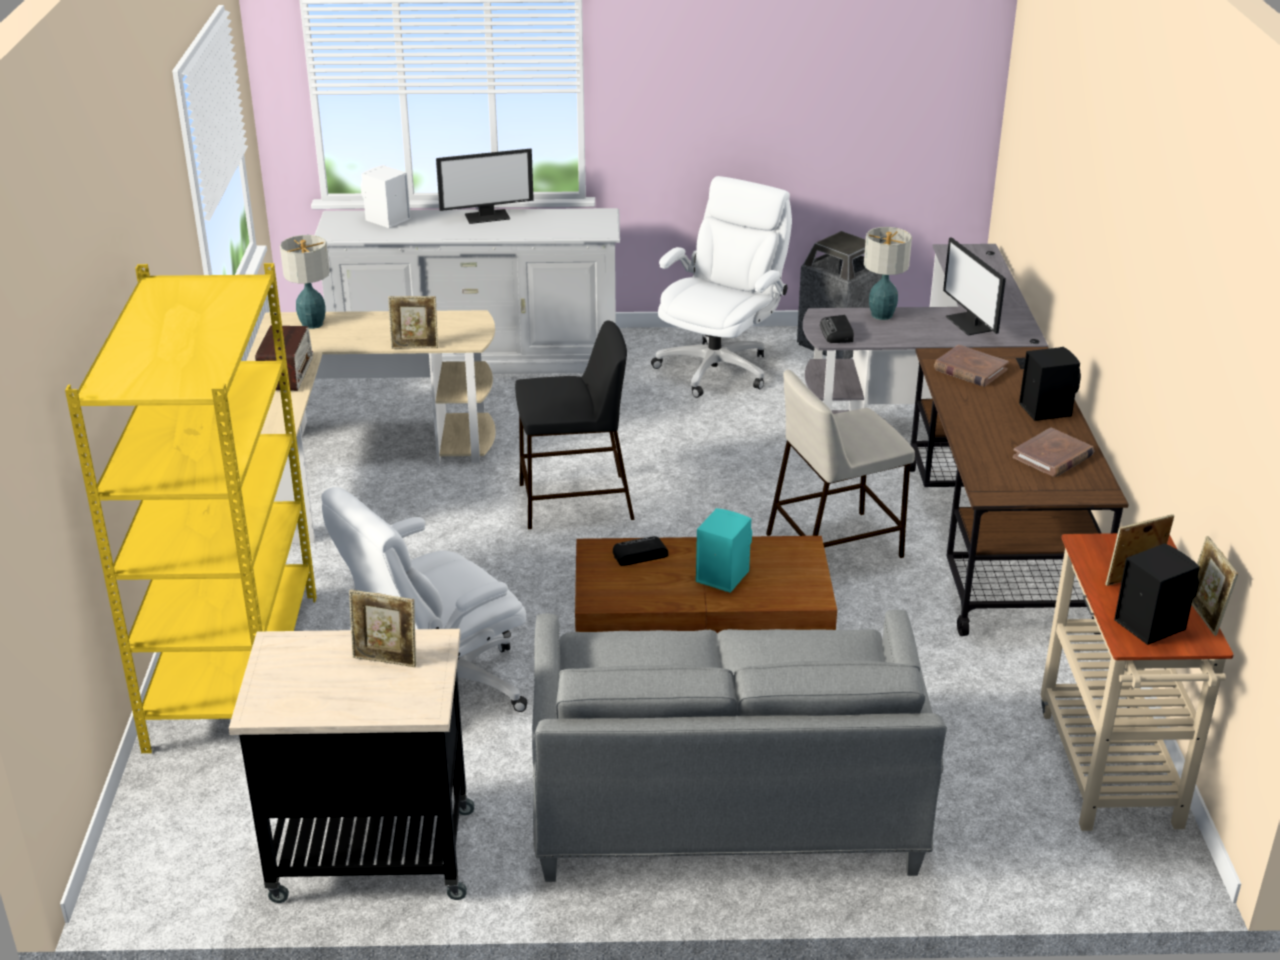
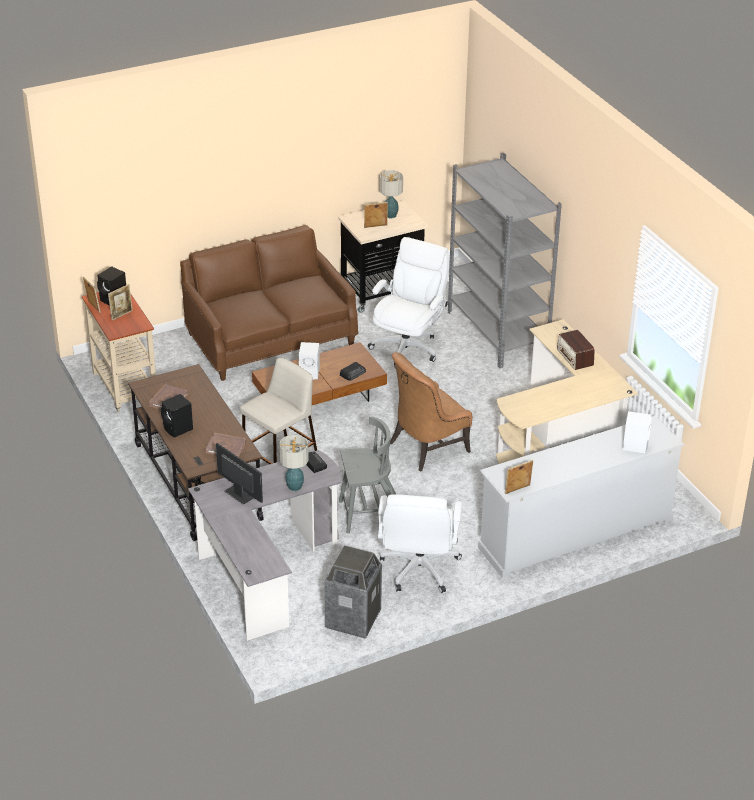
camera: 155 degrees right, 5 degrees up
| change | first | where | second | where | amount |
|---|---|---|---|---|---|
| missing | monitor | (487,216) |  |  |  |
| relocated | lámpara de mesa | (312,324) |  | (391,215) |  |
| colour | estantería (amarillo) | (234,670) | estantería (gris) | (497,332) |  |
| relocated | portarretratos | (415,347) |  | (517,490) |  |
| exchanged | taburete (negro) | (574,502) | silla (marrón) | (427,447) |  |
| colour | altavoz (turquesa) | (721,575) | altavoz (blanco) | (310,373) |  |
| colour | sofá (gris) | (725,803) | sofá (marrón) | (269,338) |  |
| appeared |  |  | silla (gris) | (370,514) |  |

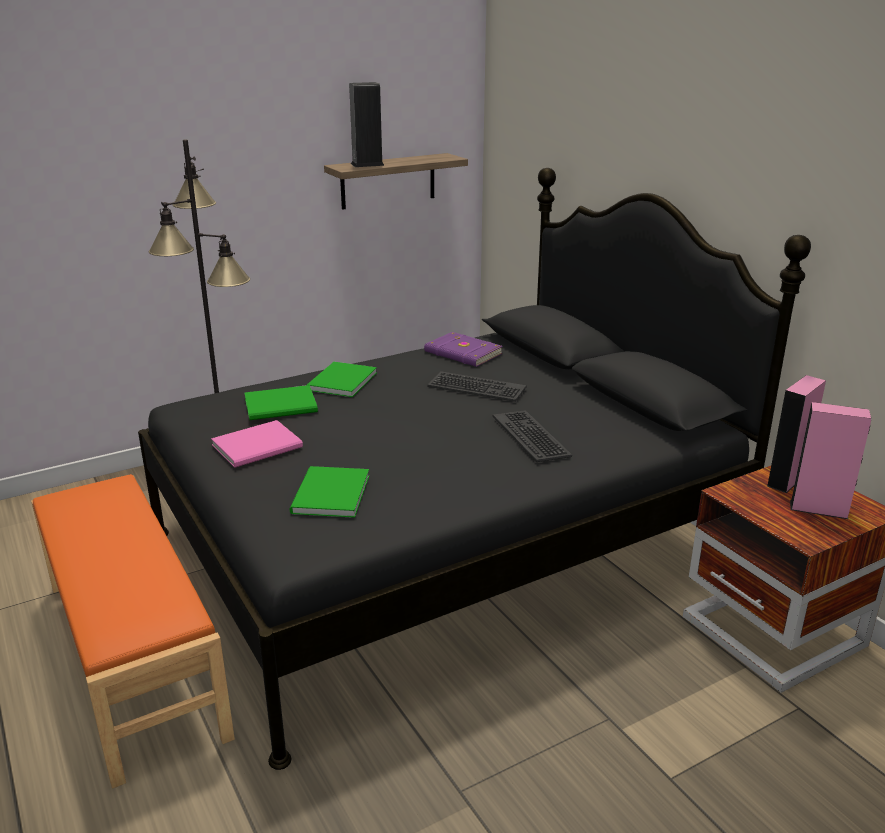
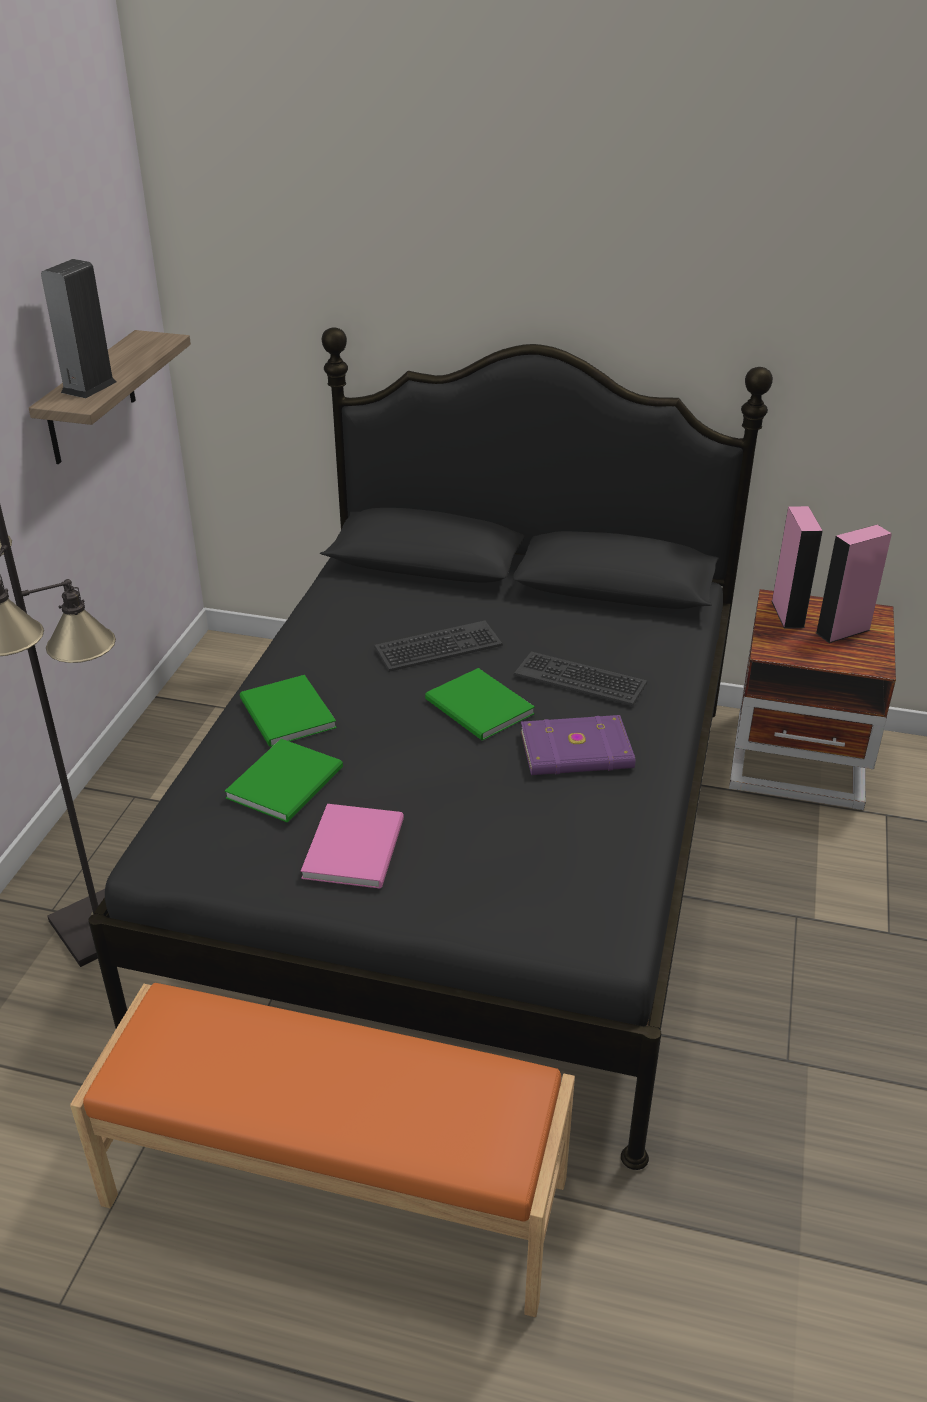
camera: 45 degrees left, 10 degrees up
| change | first | where | second | where | amount |
|---|---|---|---|---|---|
| relocated | libro (morado) | (462,353) |  | (577,752) |  |
| relocated | libro (verde) | (328,495) |  | (479,709) |  |

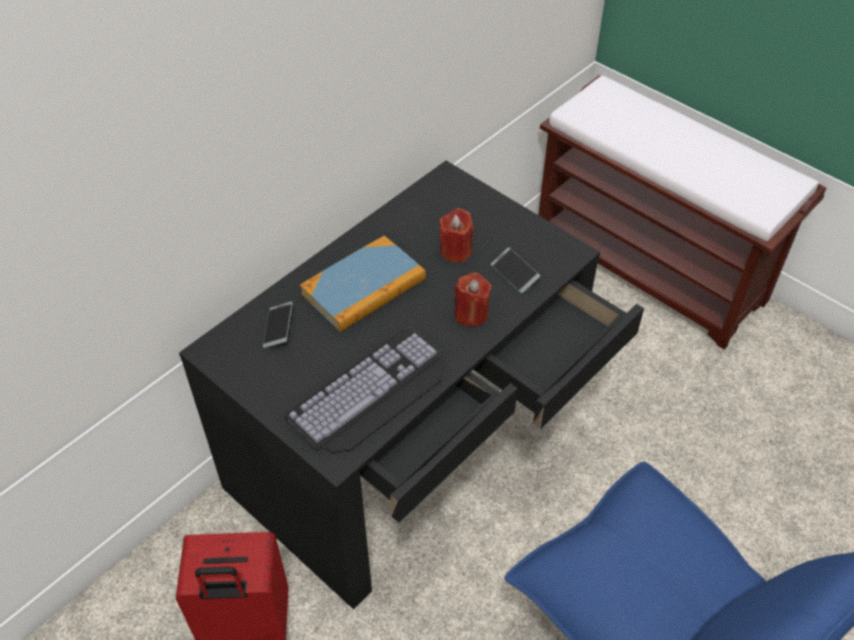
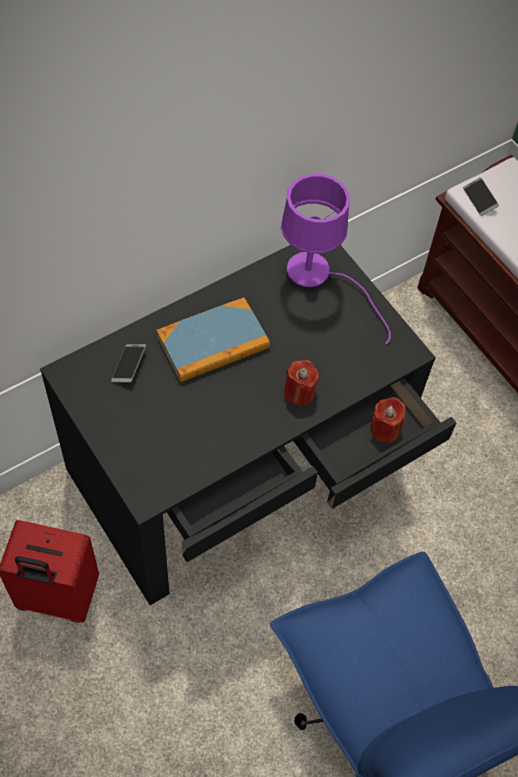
camera: 10 degrees right, 10 degrees up
| change | first | where | second | where | amount |
|---|---|---|---|---|---|
| relocated | vela (rojo) | (455,250) |  | (385,429) |  |
| relocated | móvil | (514,274) |  | (479,199) |  |
| missing | teclado | (372,394) |  |  |  |
| appeared |  |  | lámpara de mesa (morado) | (319,279) |  |

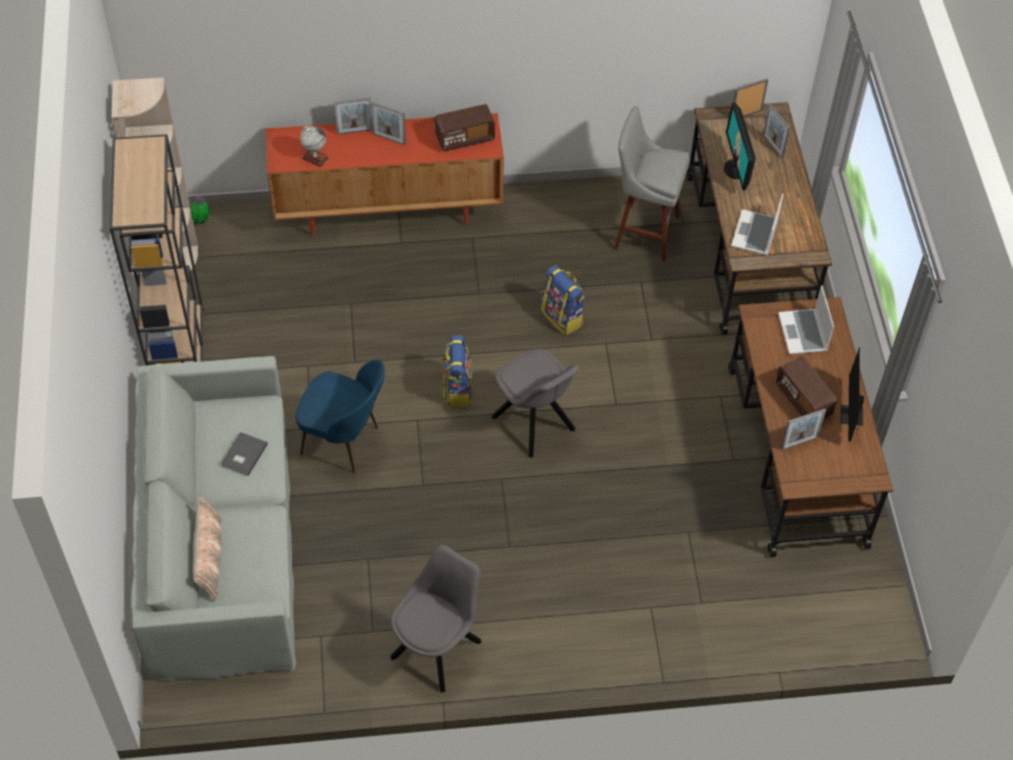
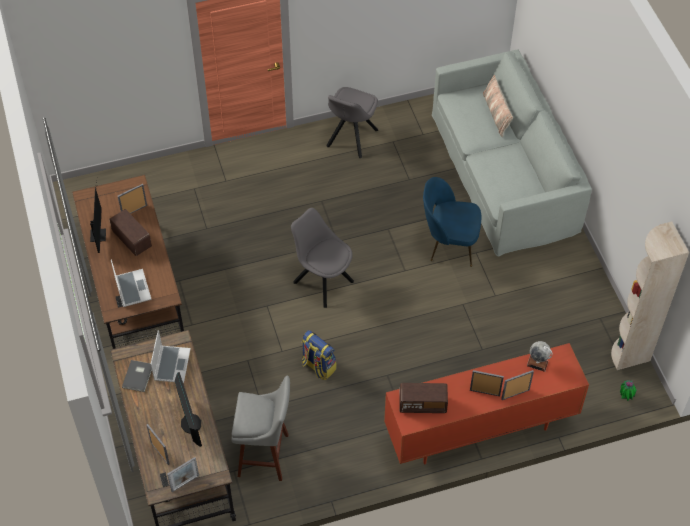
camera: 170 degrees right, 0 degrees up
| change | first | where | second | where | amount |
|---|---|---|---|---|---|
| spun | radio | (464,138) |  | (422,404) | 150 degrees counterclockwise |
| missing | estantería | (178,352) |  |  |  |
| missing | mochila | (456,389) |  |  |  |
| relocated | libro (gris) | (243,455) |  | (138,376) |  |

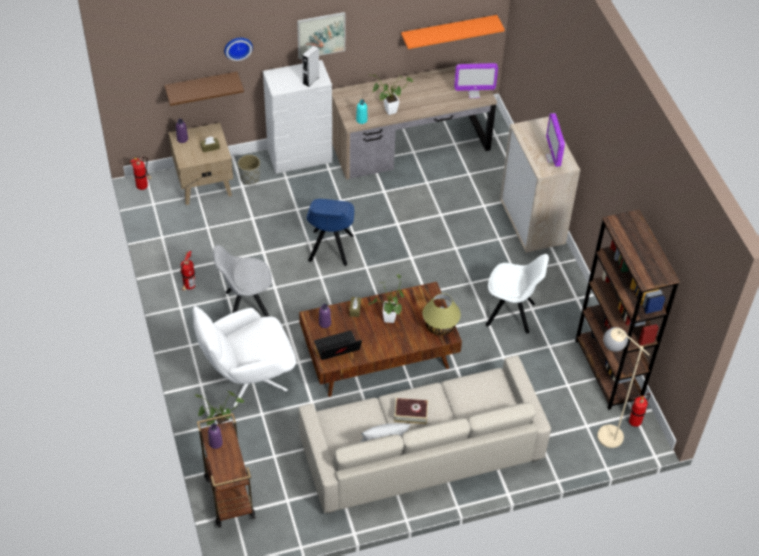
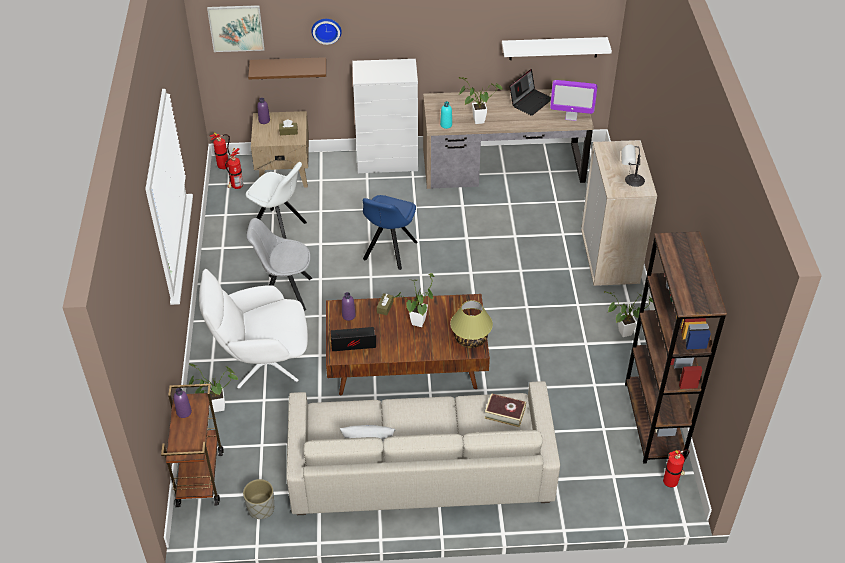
camera: 15 degrees right, 5 degrees down
| change | first | where | second | where | amount |
|---|---|---|---|---|---|
| relocated | cuadro | (321,35) |  | (236,28) |  |
| colour | estante (naranja) | (448,31) | estante (blanco) | (553,48) |  |
| missing | altavoz (gris) | (311,80) |  |  |  |
| exchanged | monitor | (553,158) | lámpara de mesa | (630,180) |  |
| relocated | maceta (gris) | (250,178) |  | (261,509) |  |
| relocated | extintor | (189,287) |  | (236,187) |  |
| relocated | silla (blanco) | (511,314) |  | (279,228) |  |
| missing | lámpara de pie (beis) | (603,430) |  |  |  |
| relocated | libro | (410,413) |  | (505,413) |  |
| appeared |  |  | portátil | (530,101) |  |
| appeared |  |  | planta en maceta | (622,333) |  |

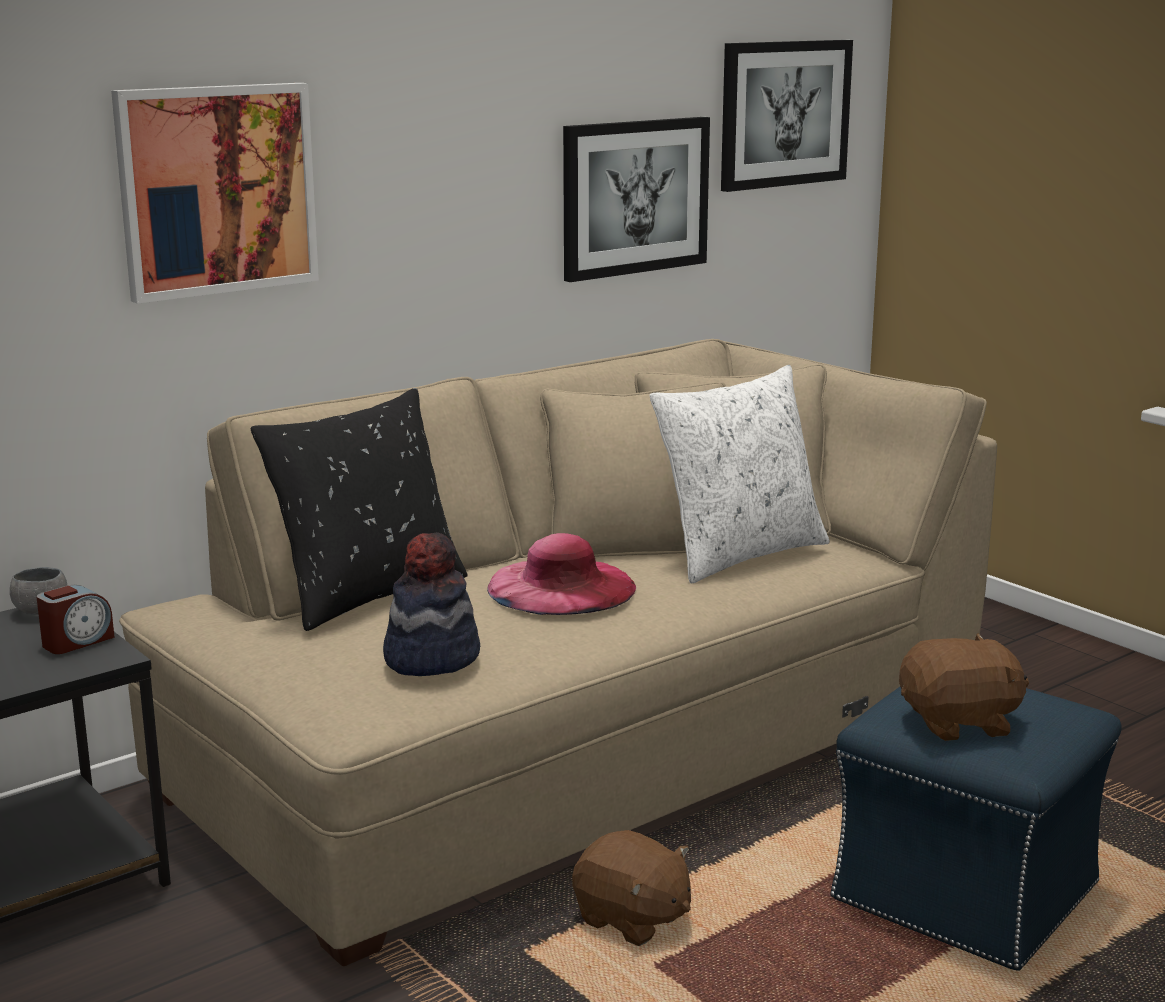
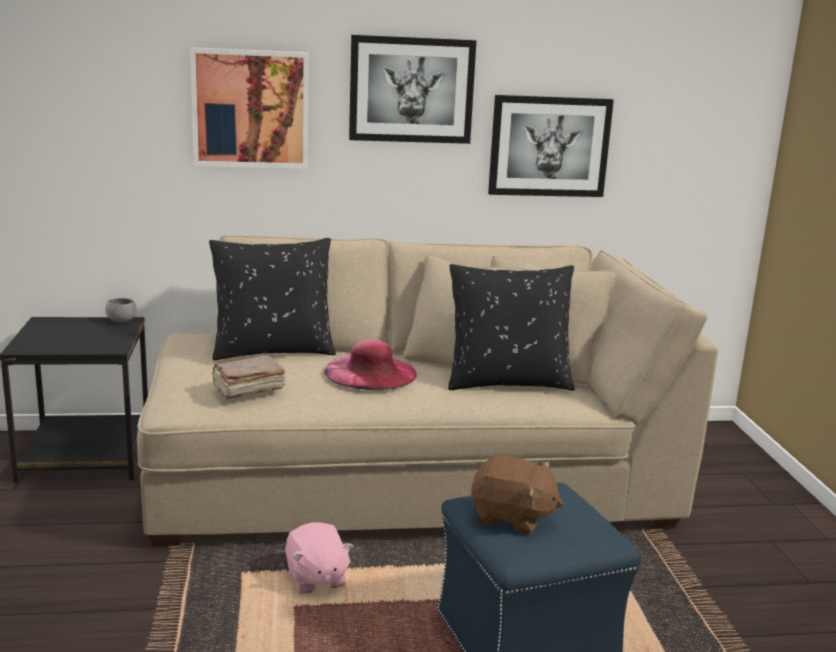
camera: 30 degrees right, 0 degrees up
| change | first | where | second | where | amount |
|---|---|---|---|---|---|
| relocated | cuadro | (784,113) |  | (411,90) |  |
| colour | cojín (blanco) | (739,554) | cojín (negro) | (507,382) |  |
| exchanged | sombrero | (430,657) | libro (marrón) | (247,389) |  |
| missing | despertador | (77,642) |  |  |  |
| colour | peluche (marrón) | (632,919) | peluche (rosa) | (316,578) |  |

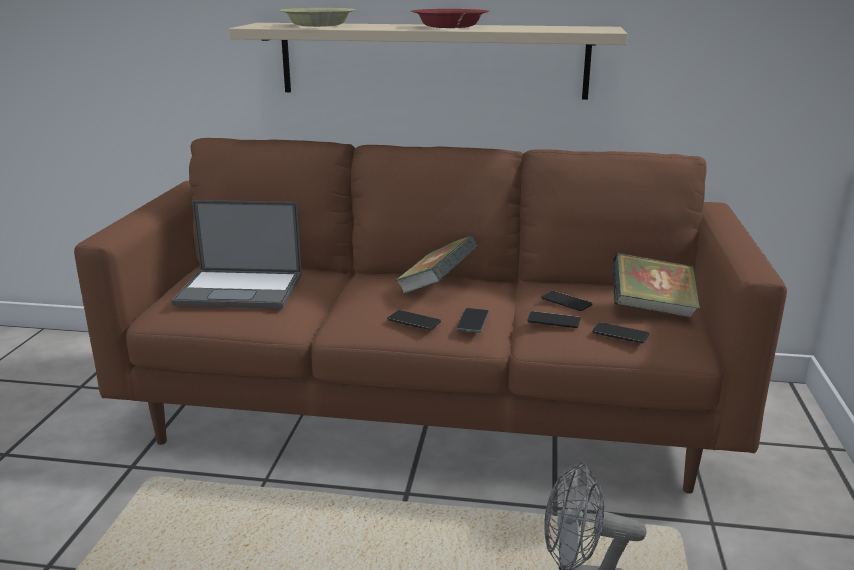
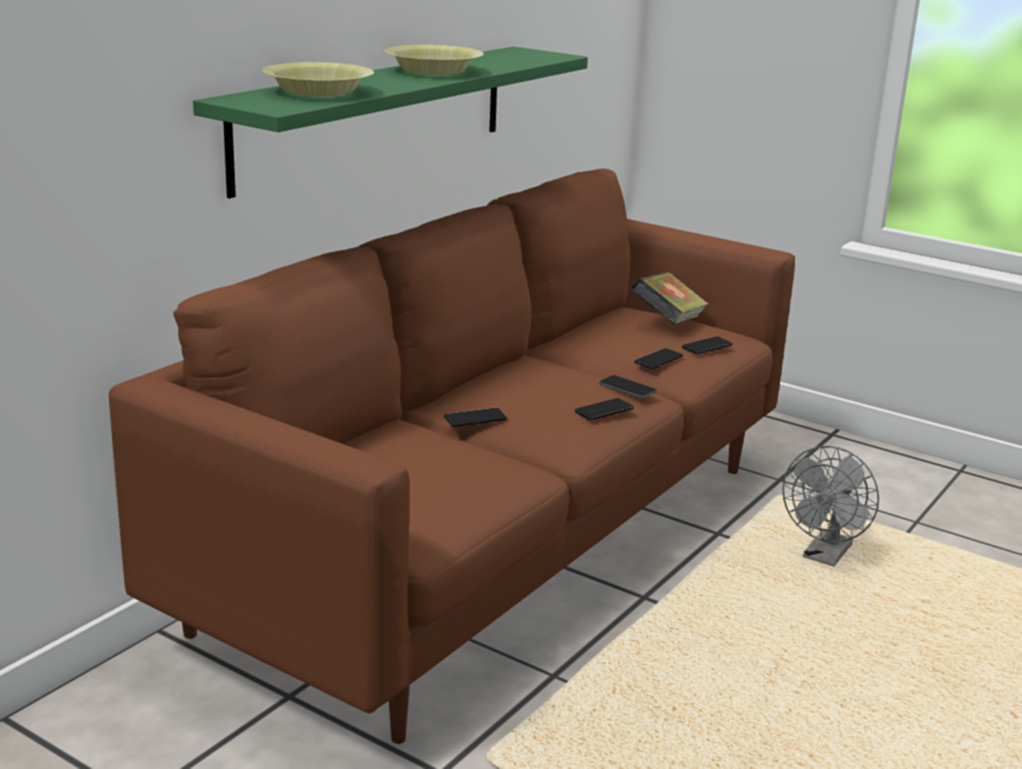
camera: 65 degrees left, 0 degrees up
| change | first | where | second | where | amount |
|---|---|---|---|---|---|
| colour | cuenco (rojo) | (449,27) | cuenco (amarillo) | (433,71) |  |
| colour | estante (beis) | (432,60) | estante (verde) | (376,115) |  |
| missing | portátil | (242,289) |  |  |  |
| missing | libro | (436,287) |  |  |  |
| relocated | móvil | (566,302) |  | (475,418) |  |

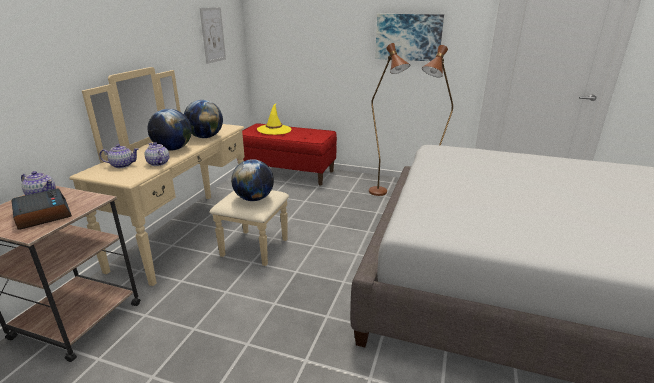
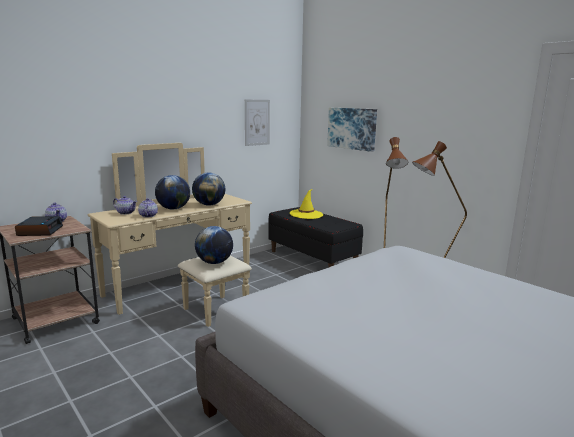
camera: 30 degrees right, 10 degrees down
| change | first | where | second | where | amount |
|---|---|---|---|---|---|
| relocated | cuadro | (408,37) |  | (352,128) |  |
| colour | banco (rojo) | (288,172) | banco (negro) | (312,259) |  |

